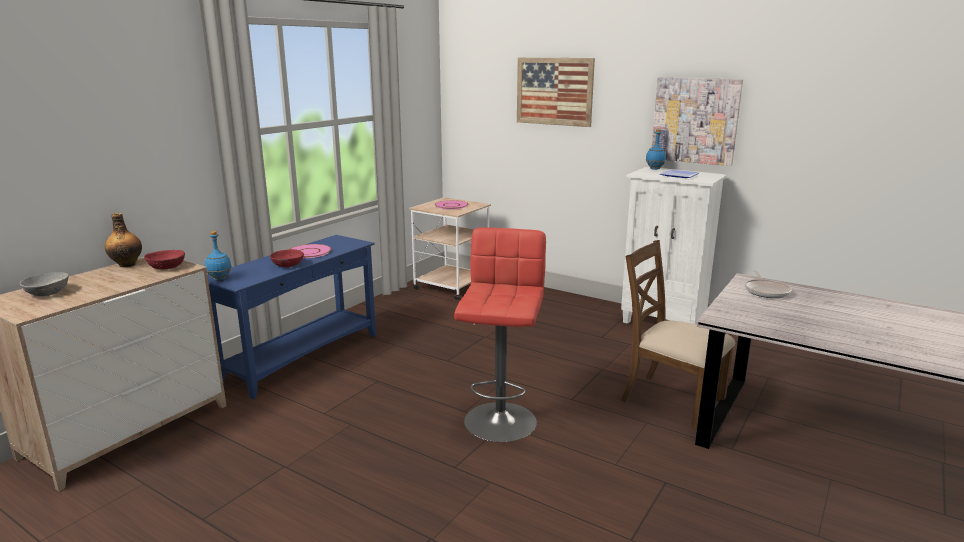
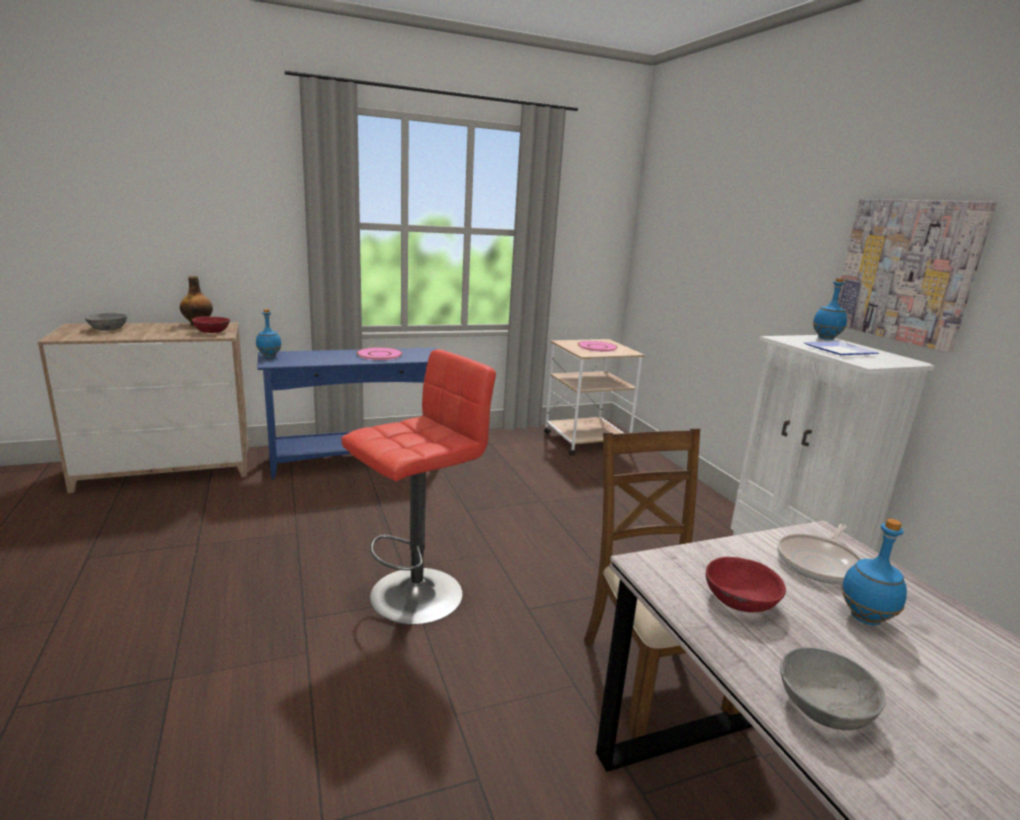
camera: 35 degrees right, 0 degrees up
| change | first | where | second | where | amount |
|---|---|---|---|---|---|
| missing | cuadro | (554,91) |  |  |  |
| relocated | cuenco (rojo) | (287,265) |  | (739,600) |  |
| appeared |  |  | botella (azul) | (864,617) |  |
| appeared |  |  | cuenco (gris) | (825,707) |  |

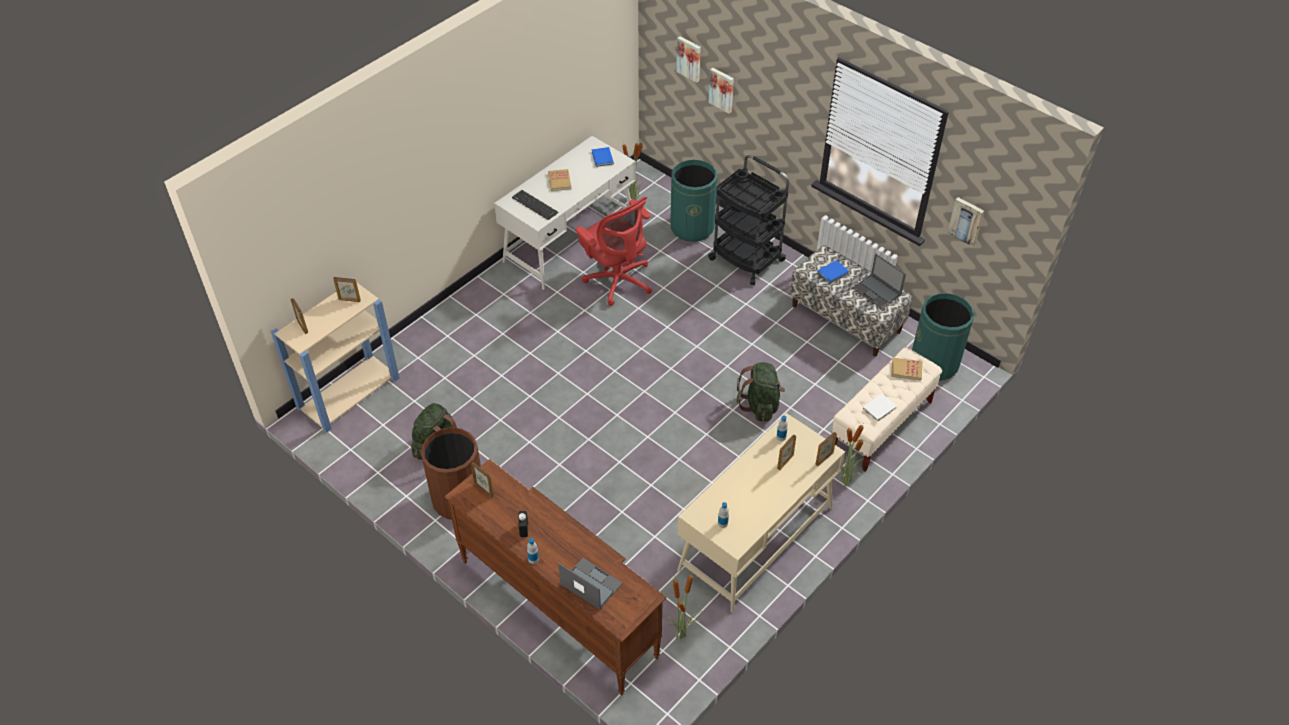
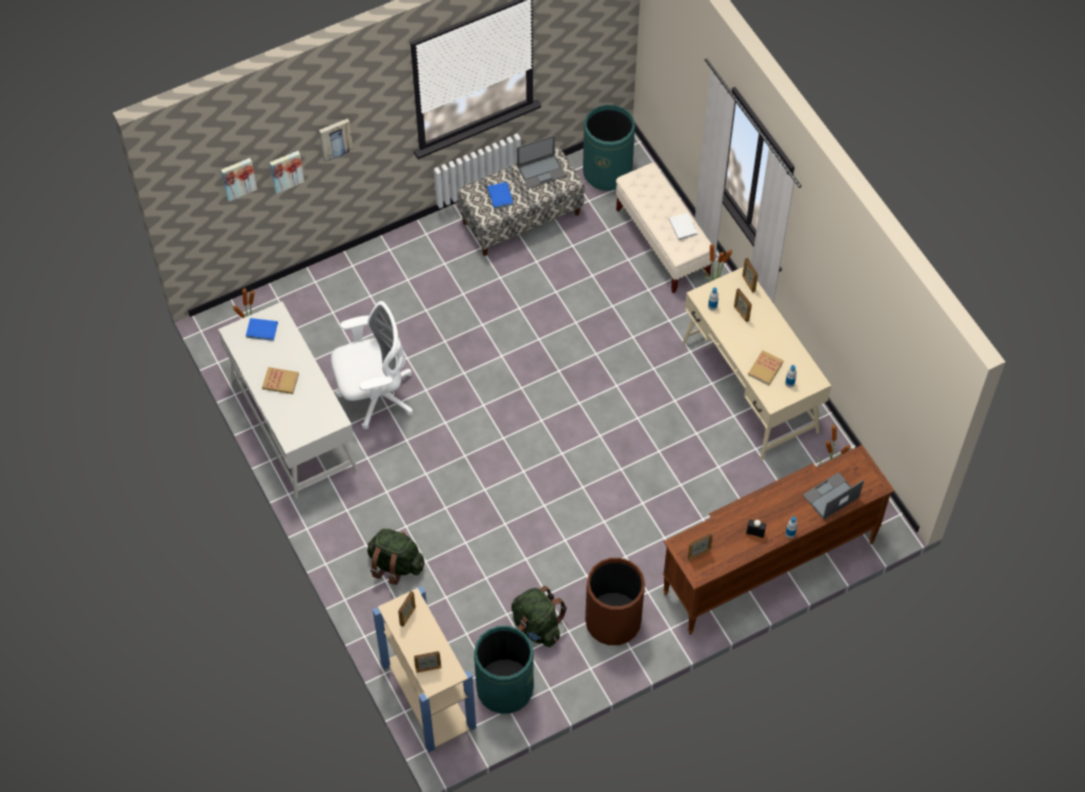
camera: 70 degrees left, 10 degrees up
| change | first | where | second | where | amount |
|---|---|---|---|---|---|
| missing | carrito (negro) | (745,259) |  |  |  |
| relocated | papelera (verde) | (692,227) |  | (504,688) |  |
| missing | teclado | (535,205) |  |  |  |
| colour | silla de oficina (rojo) | (615,279) | silla de oficina (blanco) | (373,398) |  |
| relocated | cuadro | (966,221) |  | (335,138) |  |
| relocated | libro | (906,370) |  | (765,368) |  |
| relocated | mochila (verde) | (760,405) |  | (395,564) |  |

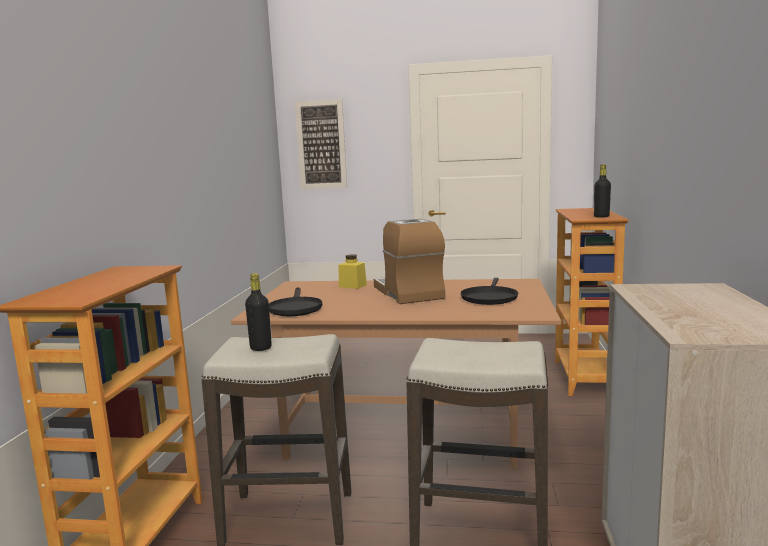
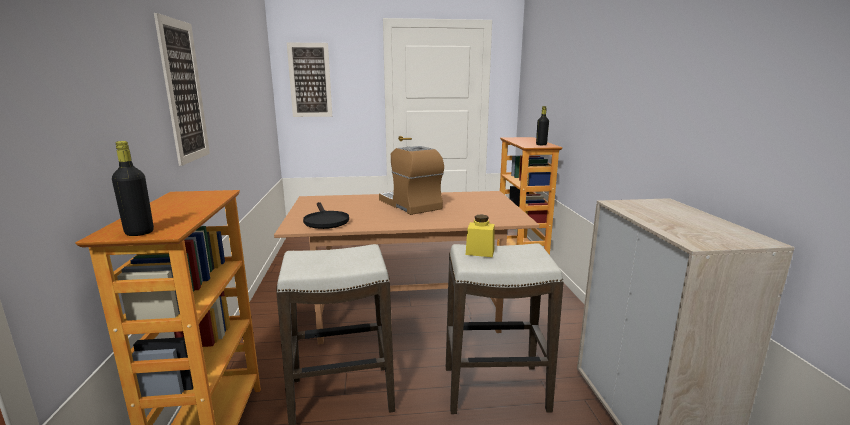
camera: 15 degrees left, 5 degrees up
| change | first | where | second | where | amount |
|---|---|---|---|---|---|
| relocated | tarro (amarillo) | (352,286) |  | (480,252) |  |
| relocated | botella (negro) | (260,348) |  | (139,232) |  |
| missing | sartén (negro) | (489,298) |  |  |  |
| appeared |  |  | cuadro | (184,92) |  |

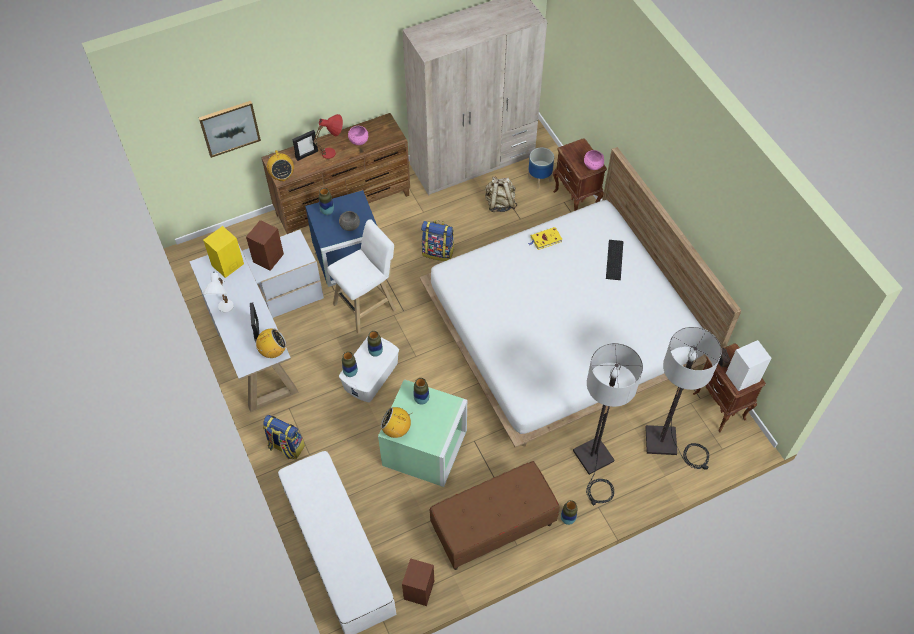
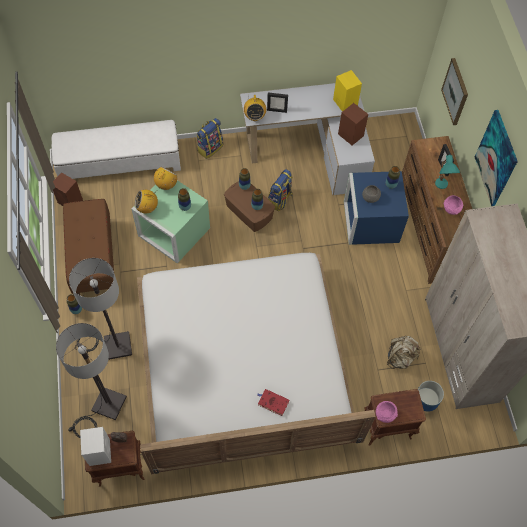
camera: 105 degrees right, 5 degrees up
| change | first | where | second | where | amount |
|---|---|---|---|---|---|
| colour | lámpara de mesa (rojo) | (334,152) | lámpara de mesa (turquesa) | (441,187) |  |
| relocated | radio | (282,176) |  | (147,208) |  |
| missing | taburete (blanco) | (367,305) |  |  |  |
| relocated | mochila | (438,252) |  | (280,200) |  |
| missing | libro (amarillo) | (545,240) |  |  |  |
| exchanged | teclado | (615,260) | libro (rojo) | (272,402) |  |
| missing | lámpara de mesa (blanco) | (224,311) |  |  |  |
| colour | caja de almacenaje (blanco) | (371,376) | caja de almacenaje (marrón) | (249,212) |  |
| appeared |  |  | cuadro | (496,158) |  |

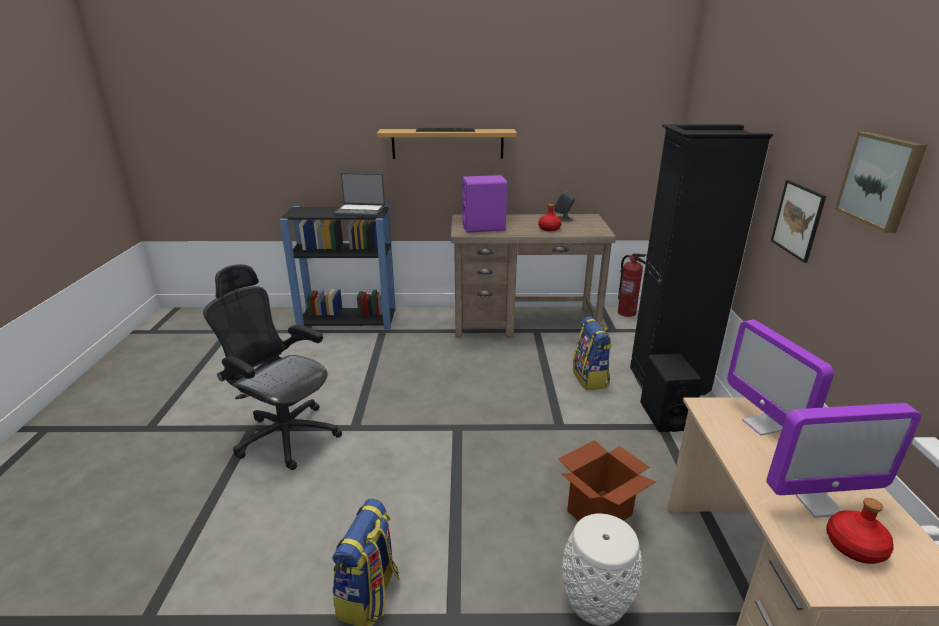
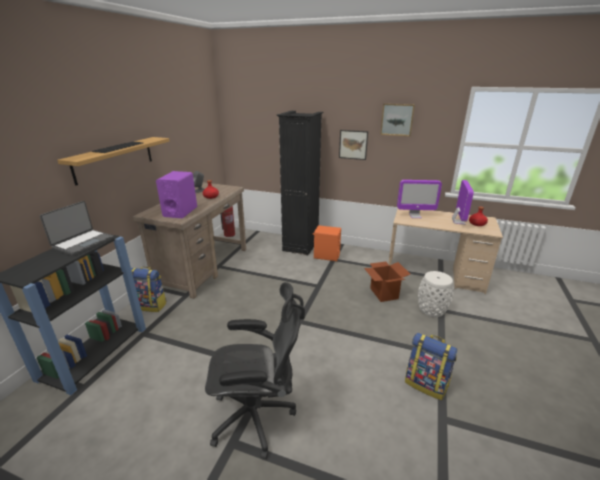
camera: 70 degrees left, 0 degrees up
| change | first | where | second | where | amount |
|---|---|---|---|---|---|
| spun | silla de oficina | (285,435) |  | (257,416) | 150 degrees counterclockwise |
| relocated | mochila | (590,378) |  | (151,305) |  |
| colour | altavoz (negro) | (664,416) | altavoz (naranja) | (326,256) |  |

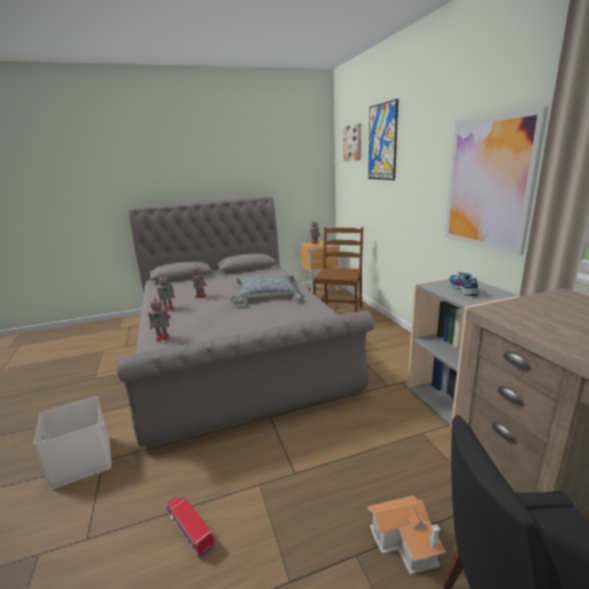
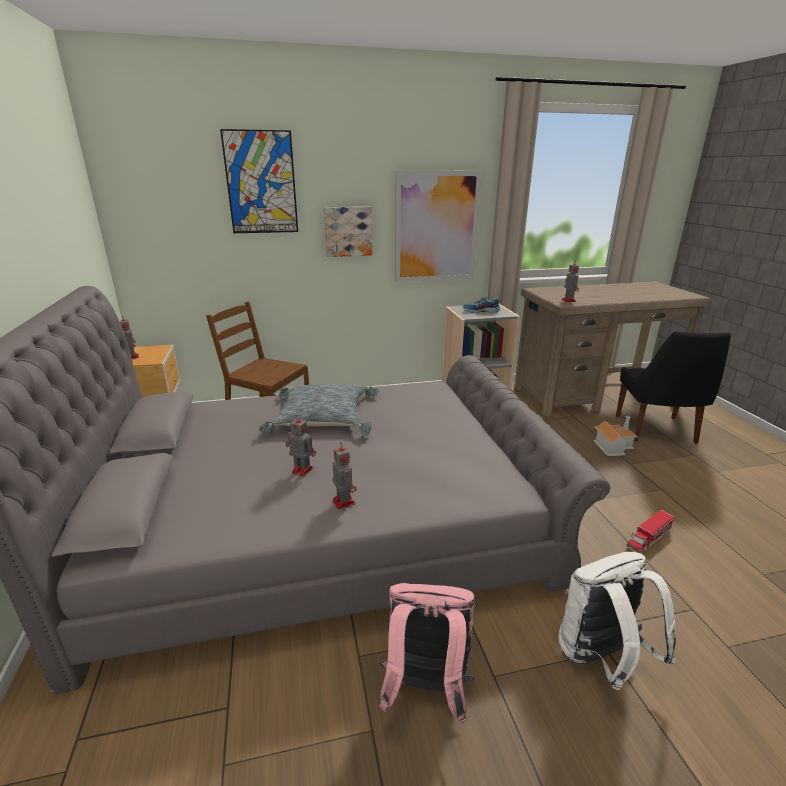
camera: 85 degrees left, 5 degrees up
| change | first | where | second | where | amount |
|---|---|---|---|---|---|
| relocated | cuadro | (353,143) |  | (348,231) |  |
| relocated | robot de juguete | (163,337) |  | (568,300) |  |
| exchanged | caja de almacenaje (blanco) | (80,460) | mochila (blanco) | (600,658) |  |
| appeared |  |  | mochila (rosa) | (425,690) |  |

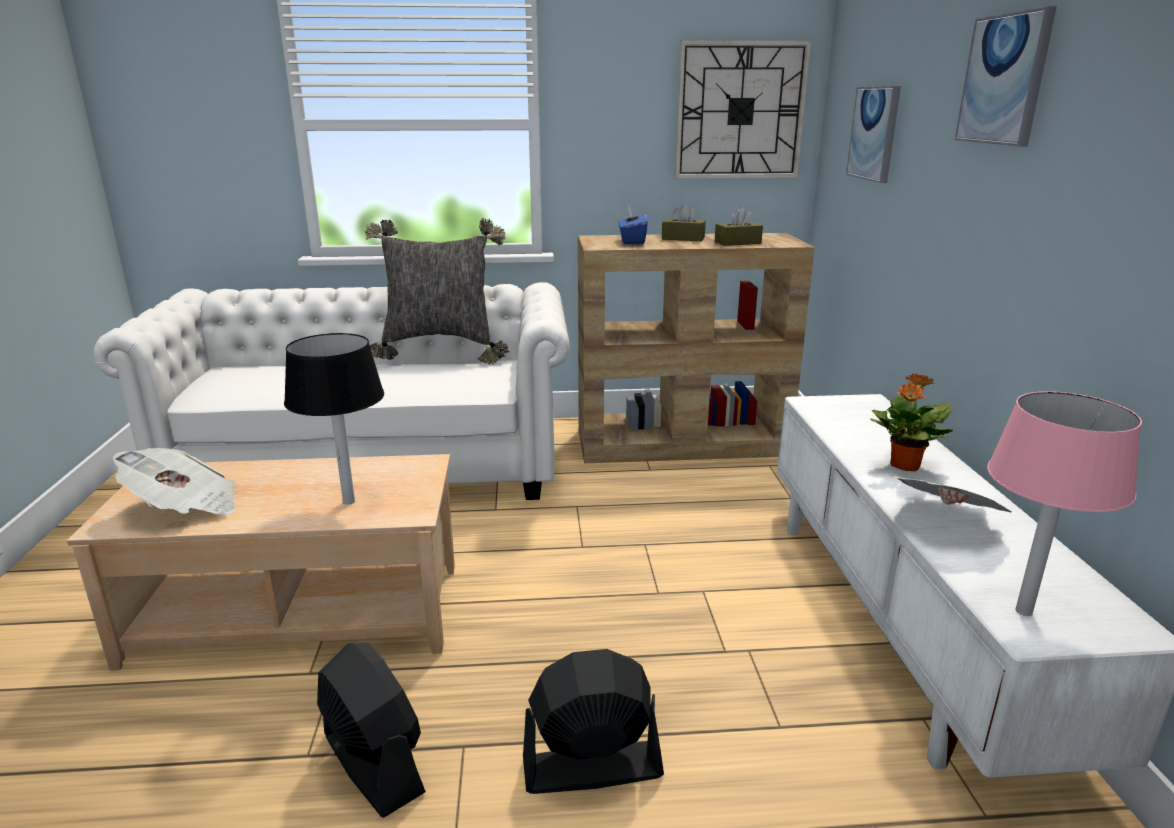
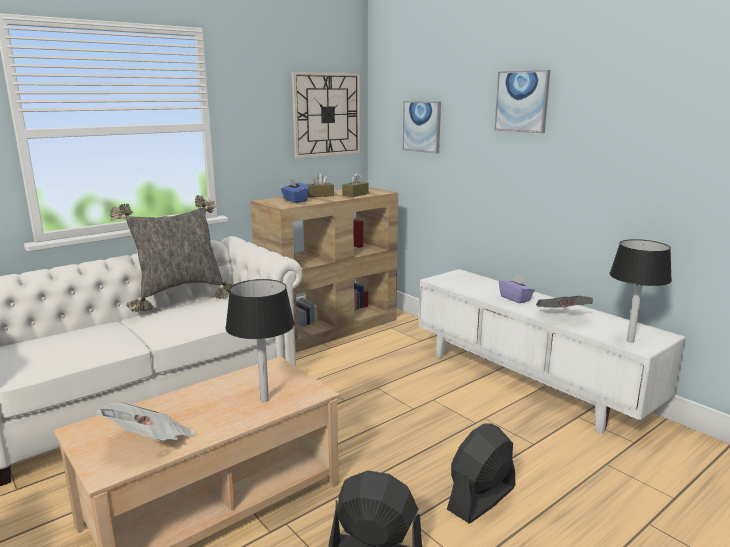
camera: 35 degrees left, 5 degrees down
| change | first | where | second | where | amount |
|---|---|---|---|---|---|
| exchanged | planta en maceta | (904,466) | caja de pañuelos (morado) | (515,298) |  |
| colour | lámpara de mesa (rosa) | (1023,611) | lámpara de mesa (negro) | (630,341) |  |

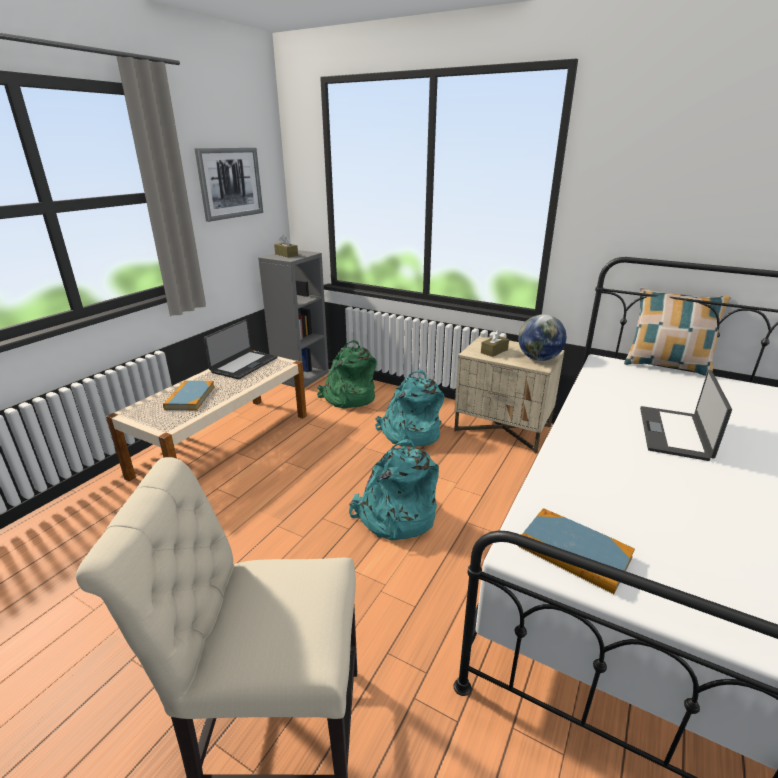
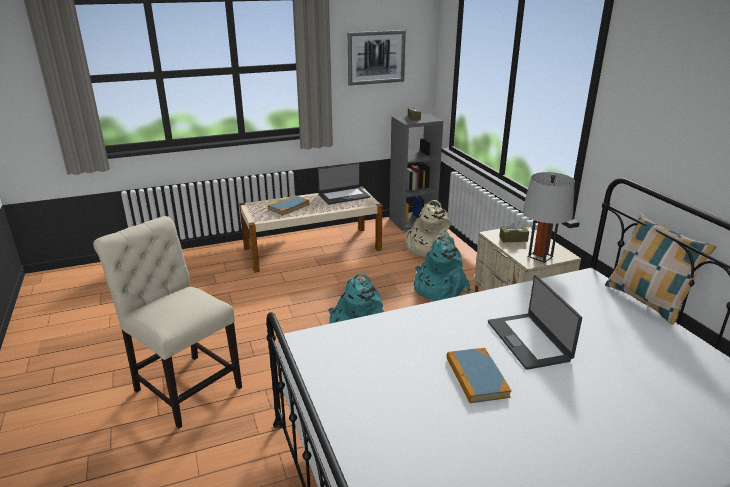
camera: 40 degrees right, 0 degrees up
| change | first | where | second | where | amount |
|---|---|---|---|---|---|
| exchanged | globo terráqueo | (538,359) | lámpara de mesa (gris) | (540,256) |  |
| colour | mochila (verde) | (348,397) | mochila (beis) | (426,248) |  |
| spun | portátil | (675,433) |  | (529,340) | 75 degrees counterclockwise |
| relocated | libro | (574,552) |  | (476,377) |  |

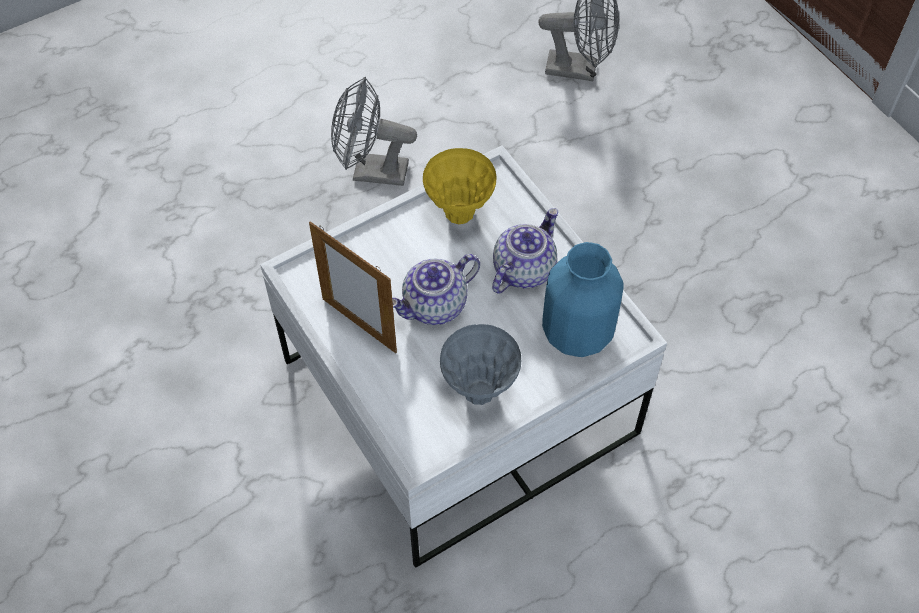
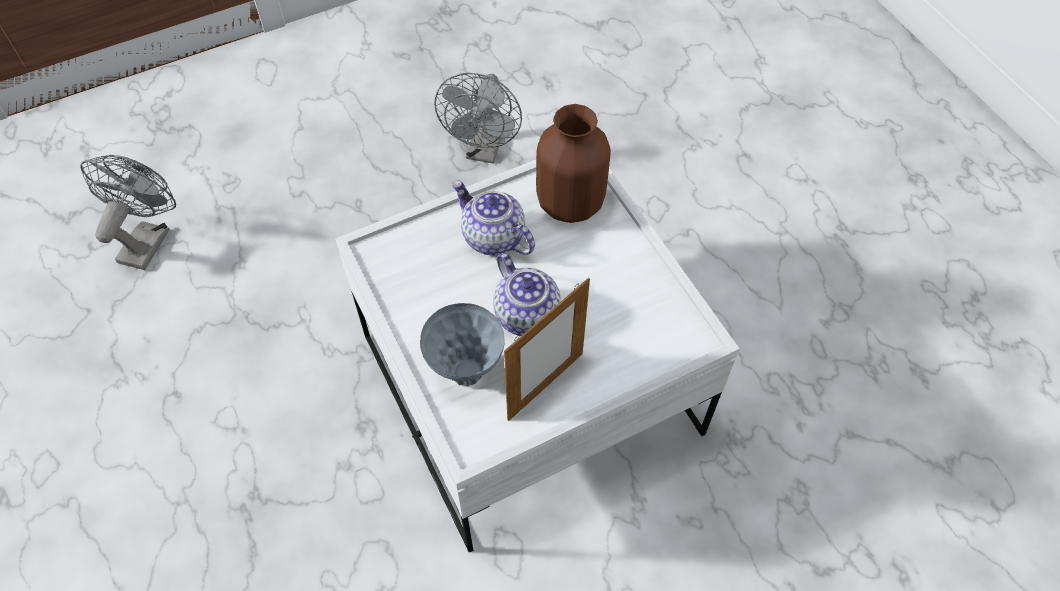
camera: 85 degrees left, 0 degrees up
| change | first | where | second | where | amount |
|---|---|---|---|---|---|
| relocated | ventilador (gris) | (371,172) |  | (484,150) |  |
| missing | florero (amarillo) | (459,214) |  |  |  |
| colour | florero (azul) | (578,334) | florero (marrón) | (571,202) |  |
| relocated | florero (gris) | (479,391) |  | (466,372) |  |

